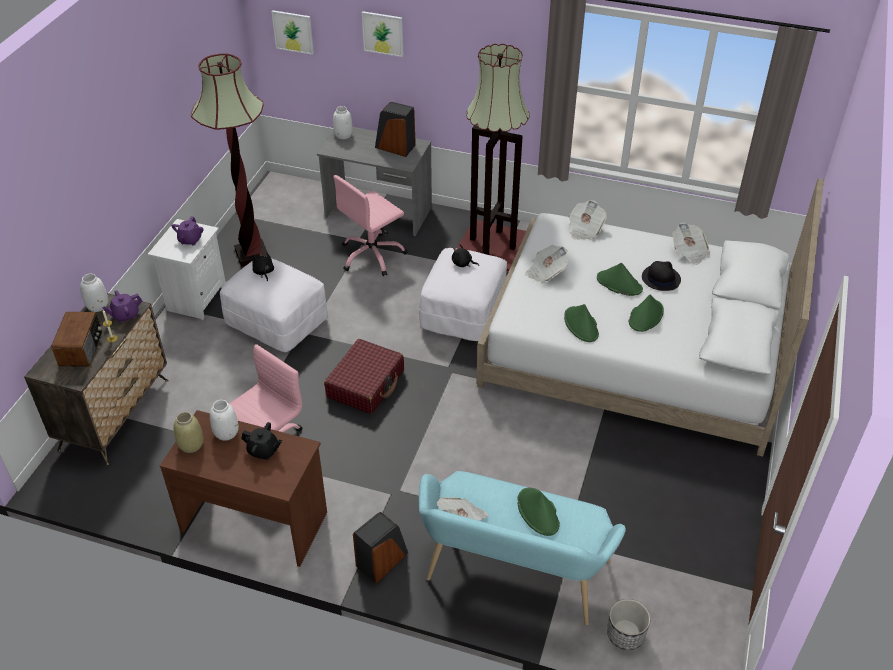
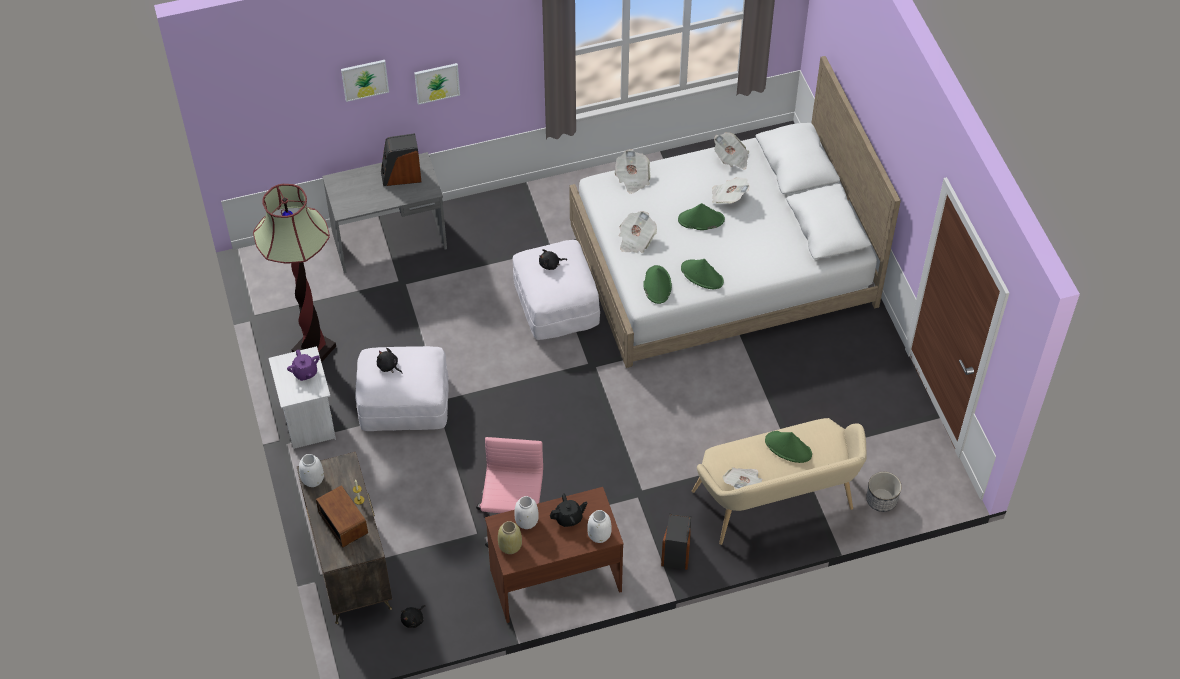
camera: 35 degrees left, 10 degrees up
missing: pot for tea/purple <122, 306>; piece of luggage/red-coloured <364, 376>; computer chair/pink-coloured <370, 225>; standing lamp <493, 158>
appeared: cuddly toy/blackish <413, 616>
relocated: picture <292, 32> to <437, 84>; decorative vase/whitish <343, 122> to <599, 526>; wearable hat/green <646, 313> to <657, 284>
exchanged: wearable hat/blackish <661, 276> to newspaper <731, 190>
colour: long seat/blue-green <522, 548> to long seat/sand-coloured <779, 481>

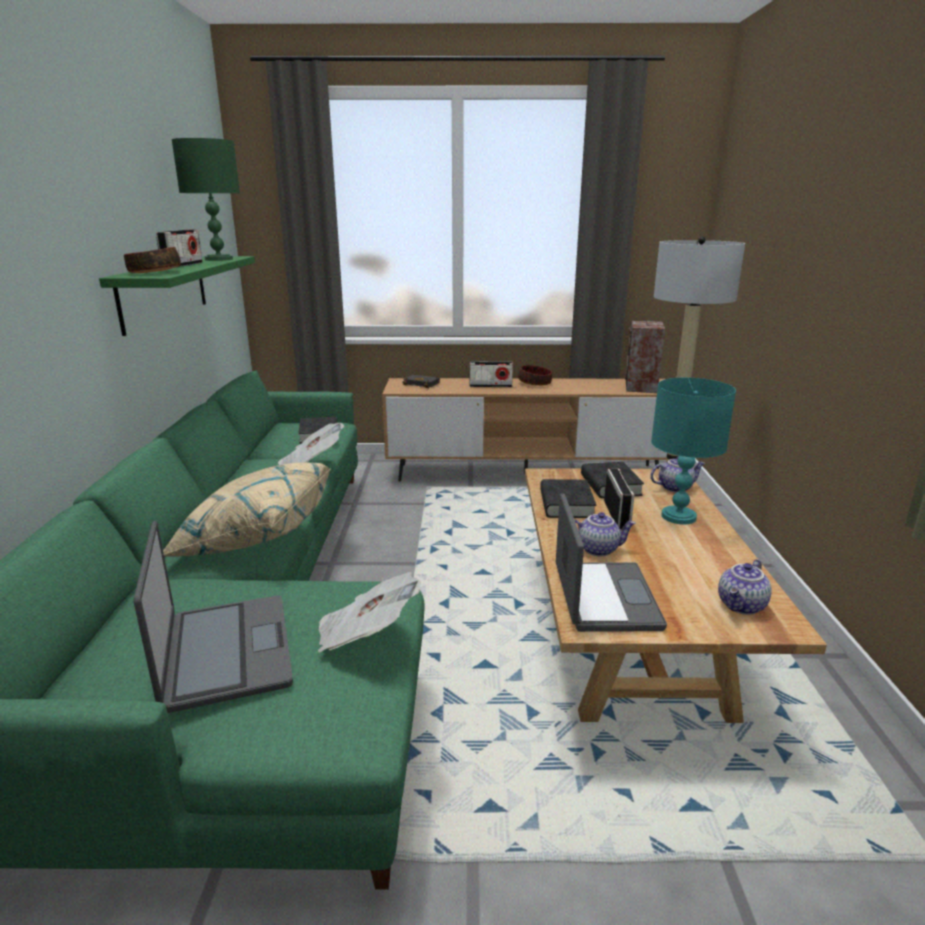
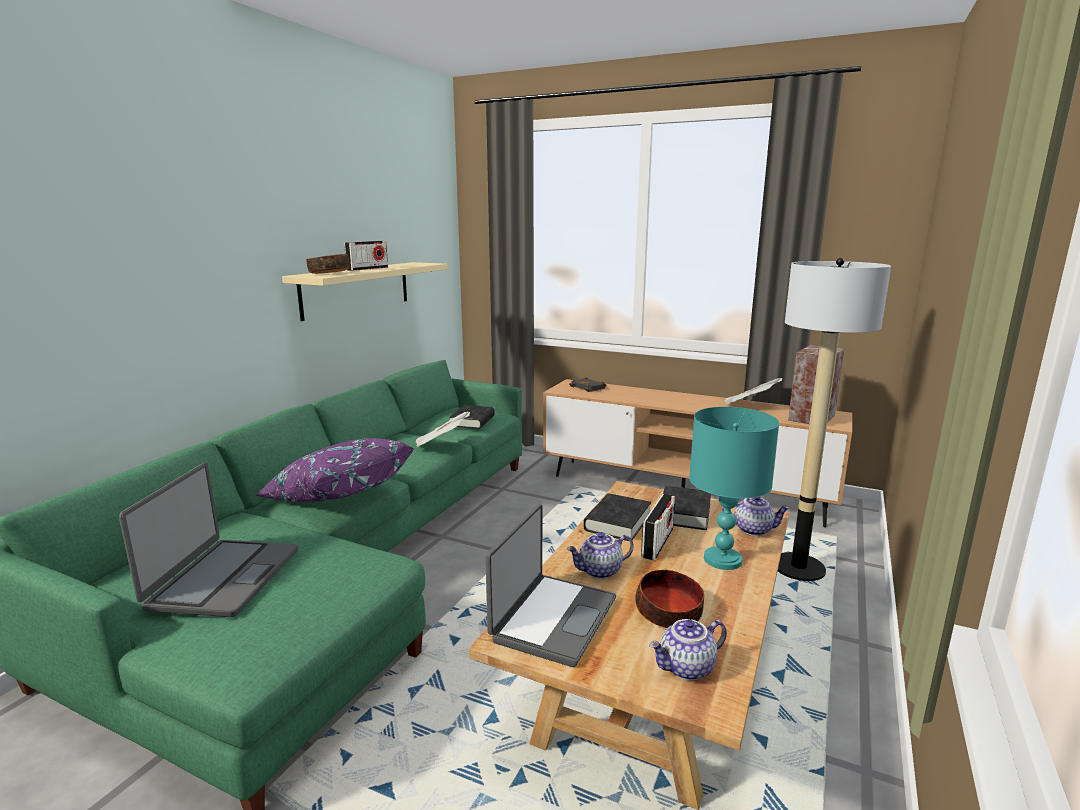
camera: 25 degrees right, 5 degrees down
missing: lamp for a table/green <206, 199>; radio set <491, 374>
relocated: deep dish <535, 375> to <669, 599>; newspaper <369, 612> to <753, 391>
colour: pillow/sand-coloured <247, 510> to pillow/purple <335, 470>; bracket shelf/green <177, 296> to bracket shelf/sand-coloured <365, 291>
spun: pot for tea <605, 534> = <600, 555> 135 degrees clockwise

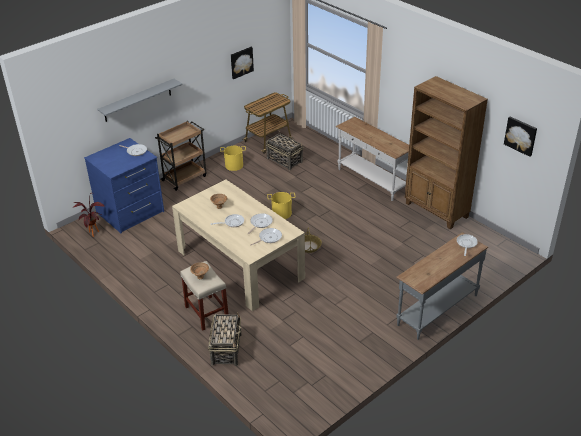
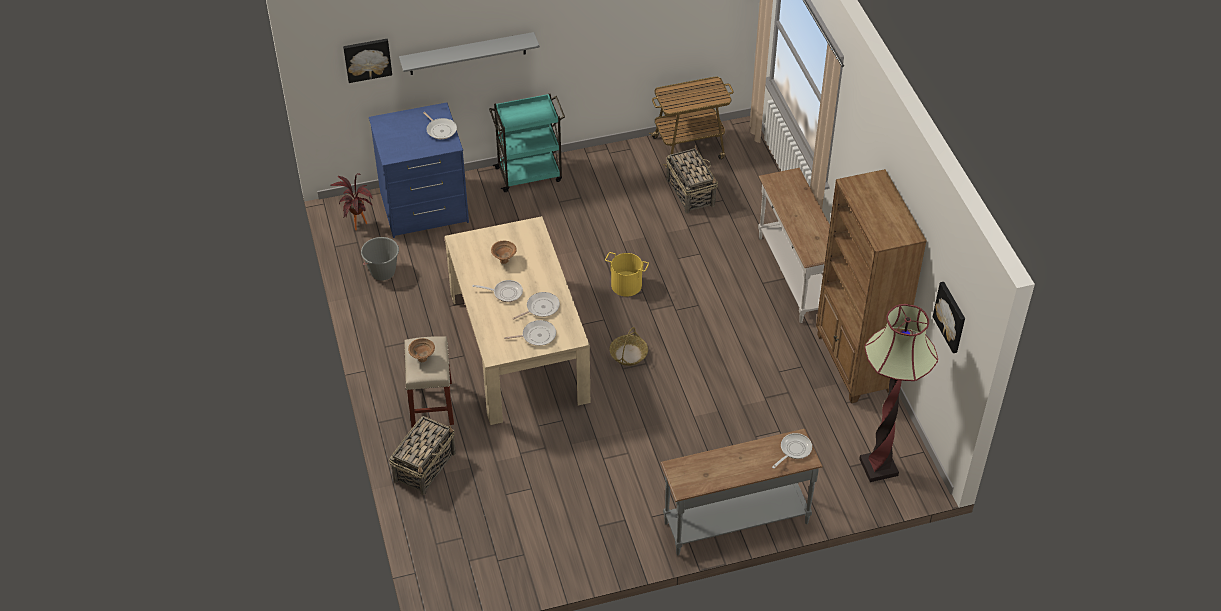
camera: 25 degrees right, 10 degrees up
missing: bucket/yellow-coloured <233, 158>
appeared: bucket/greyish <380, 258>; standing lamp <898, 393>
relocated: picture <242, 63> to <367, 61>
colour: cart/brownish <181, 156> to cart/blue-green <527, 143>

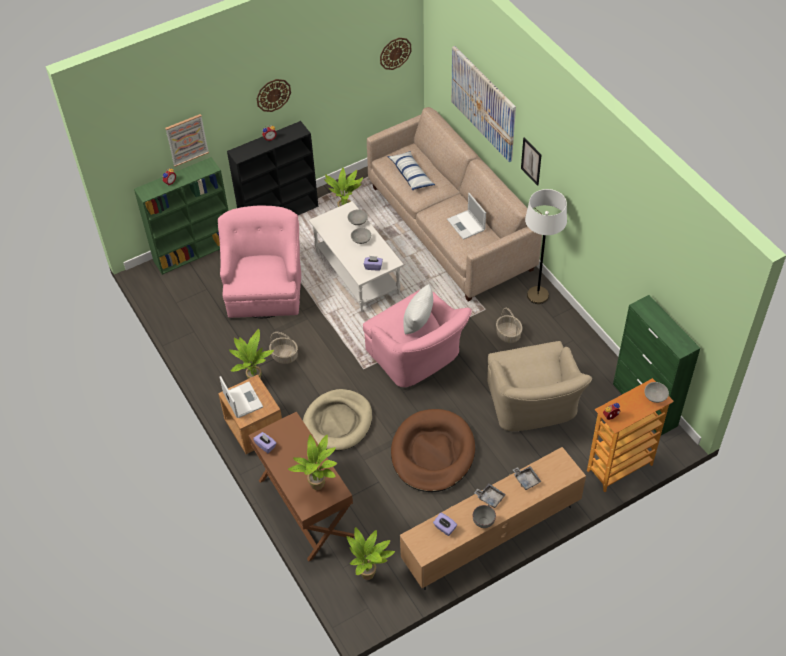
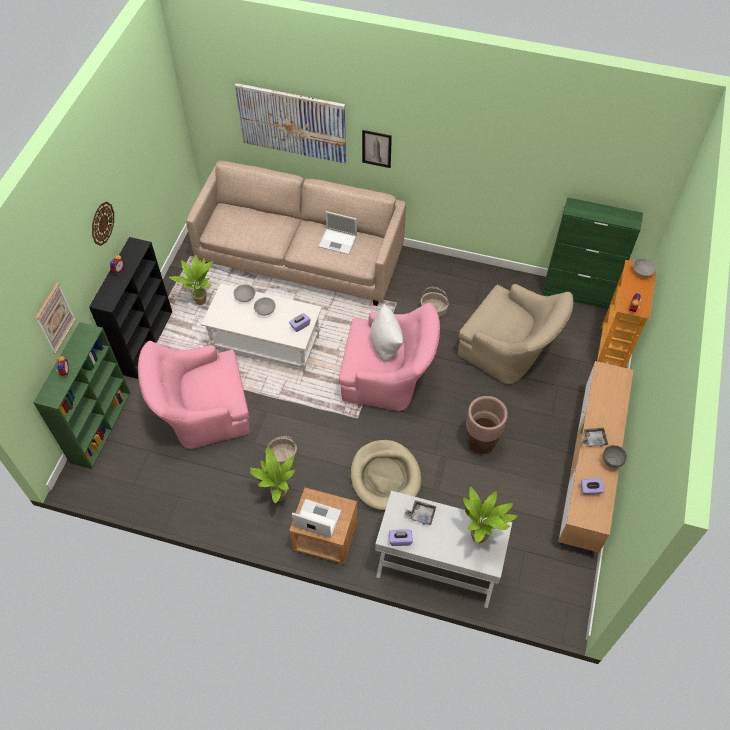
camera: 45 degrees left, 5 degrees up
missing: houseplant <371, 553>; hanging clock <395, 54>; pillow <411, 170>; standing lamp/whitish <546, 246>
relocated: serving tray/greyish <527, 478> to <420, 512>
exchanged: dog cushion/brownish <433, 450> to flower pot/brownish <487, 425>
colour: hall table/brownish <301, 486> to hall table/whitish <443, 549>
spun: armchair/pink-coloured <259, 262> = <194, 395> 60 degrees counterclockwise

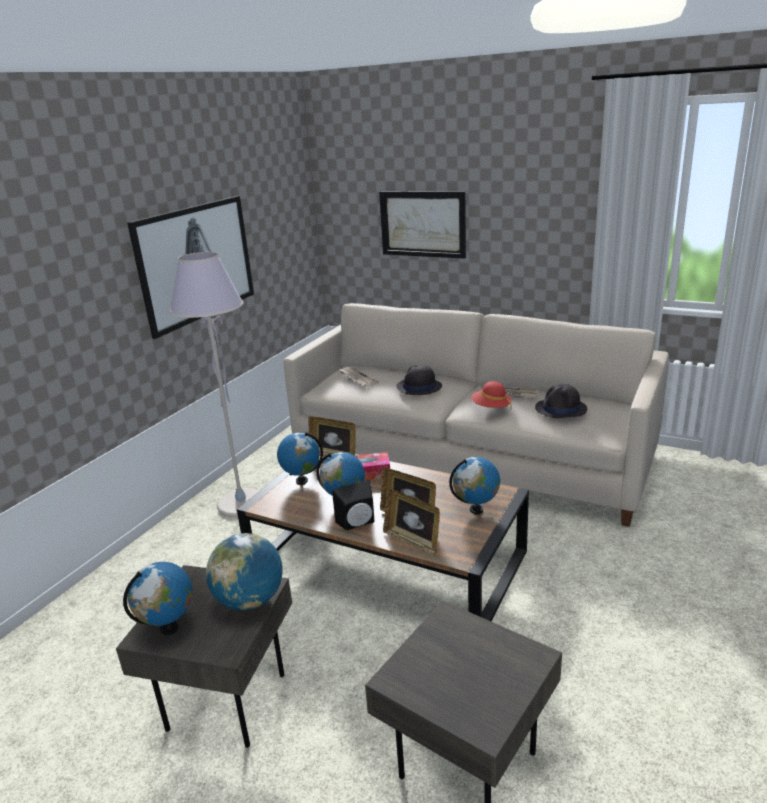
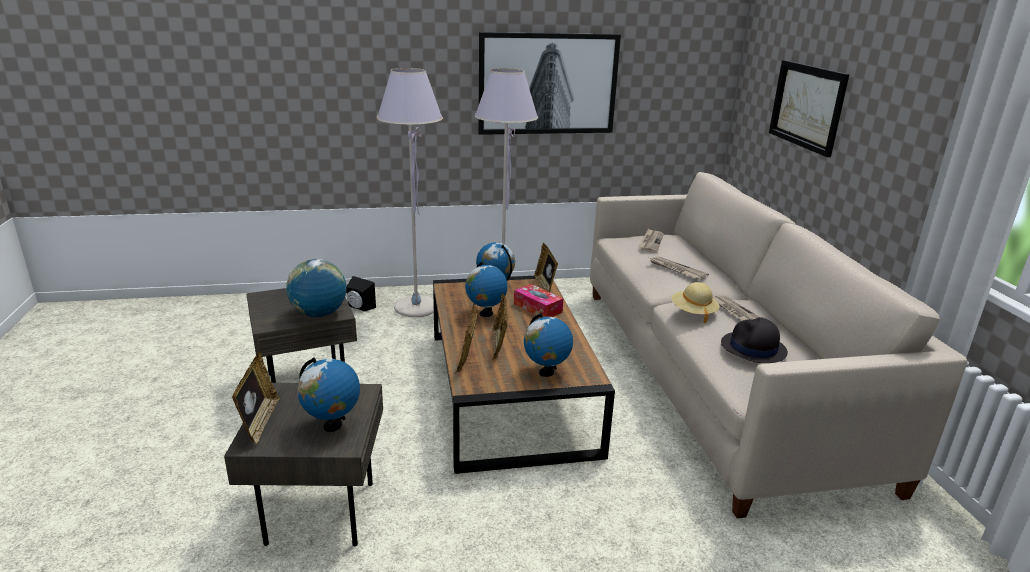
camera: 50 degrees right, 0 degrees up
appeared: picture frame <256, 398>; standing lamp/greyish <410, 192>
relocated: desk globe <158, 598> to <328, 394>; audio speaker/blackish <353, 505> to <361, 294>
exchanged: wearable hat/blackish <419, 380> to newspaper <679, 268>
colour: wearable hat/red-coloured <491, 395> to wearable hat/sand-coloured <695, 302>

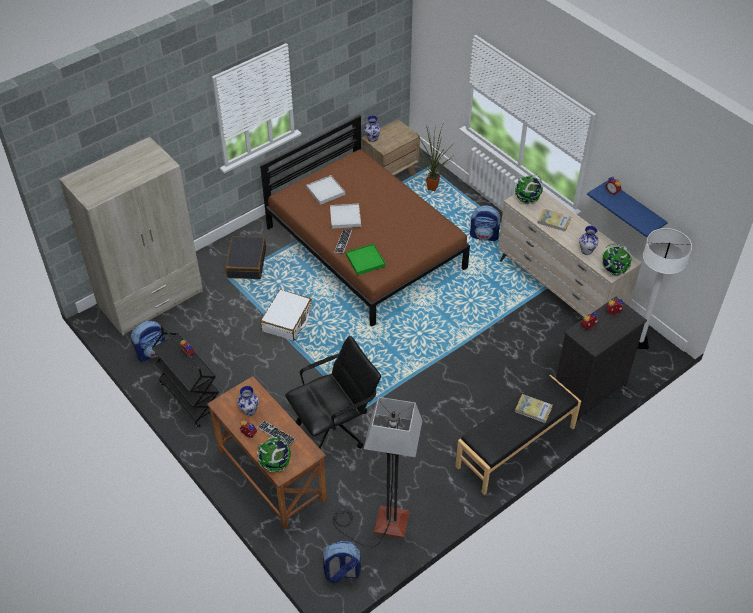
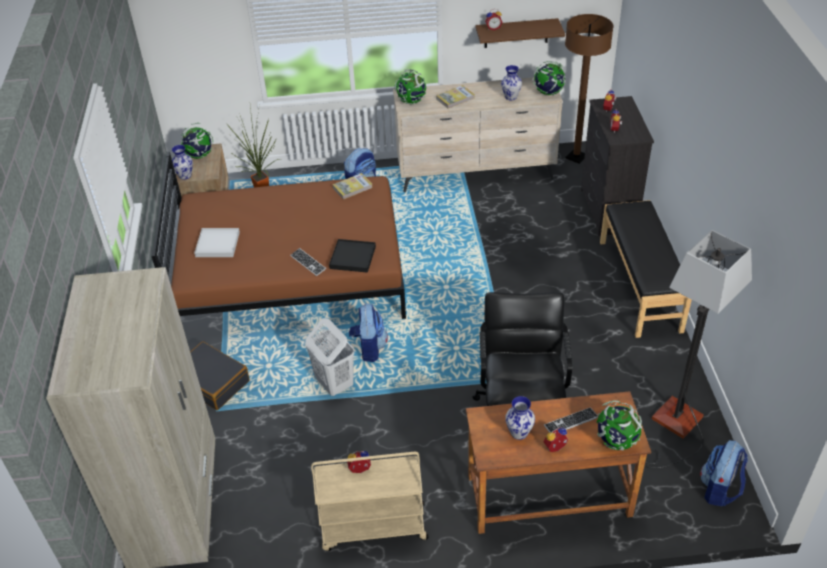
camera: 55 degrees left, 5 degrees down
missing: serving tray/whitish <345, 216>
appeared: desk globe <197, 141>
relocated: bound book <534, 408> to <353, 186>; rucksack <148, 341> to <368, 333>
exchanged: piece of luggage/whitish <286, 315> to washing basket/whitish <330, 357>
colour: cart/blackish <185, 376> to cart/sand-coloured <369, 501>; serving tray/green <366, 259> to serving tray/blackish <352, 256>; bracket shelf/blue <627, 208> to bracket shelf/brownish <520, 33>; standing lamp/whitish <664, 288> to standing lamp/brownish <589, 89>

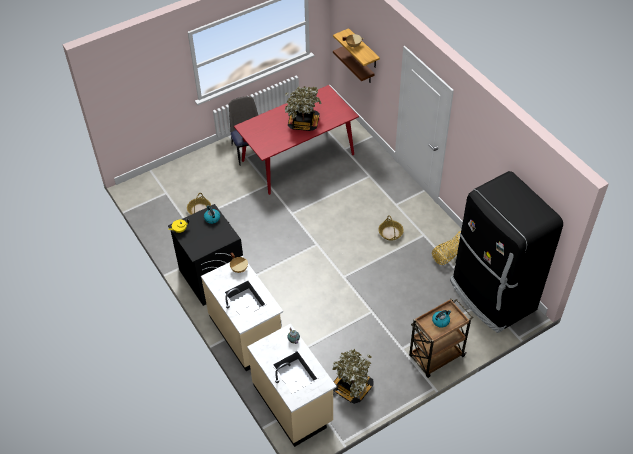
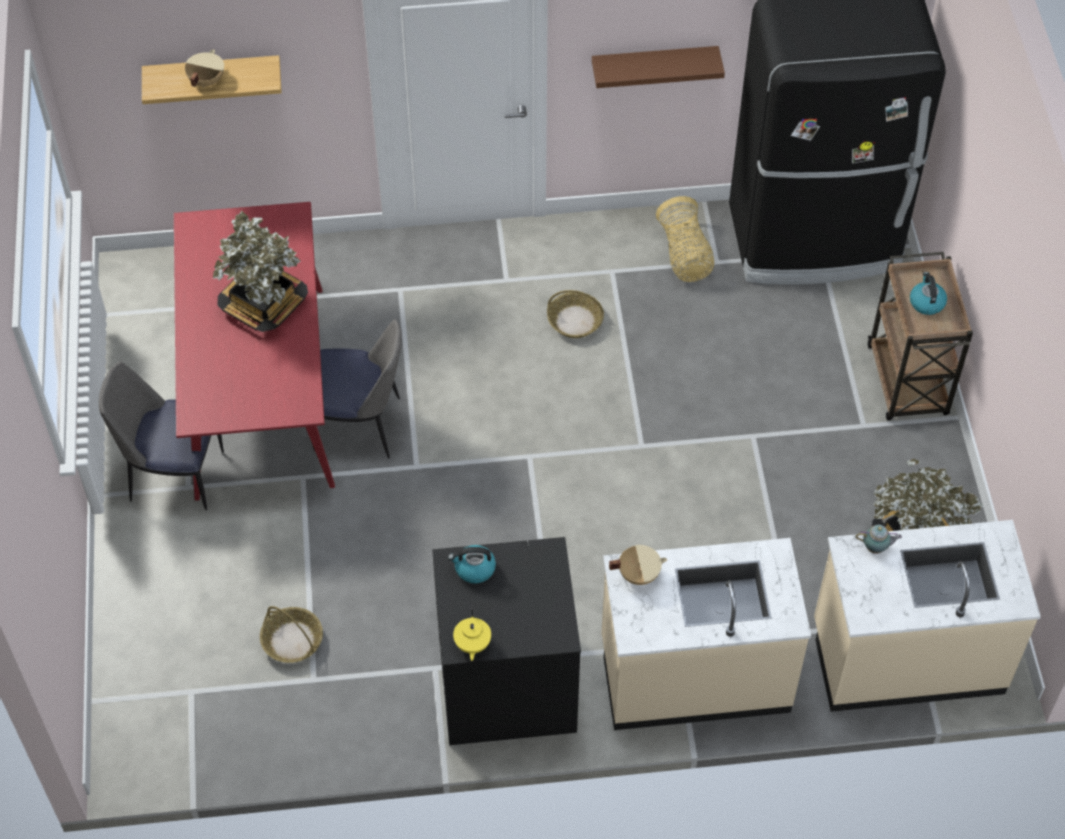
camera: 65 degrees left, 5 degrees up
appeared: chair <357, 388>
relocated: bracket shelf/brownish <354, 65> to <658, 67>

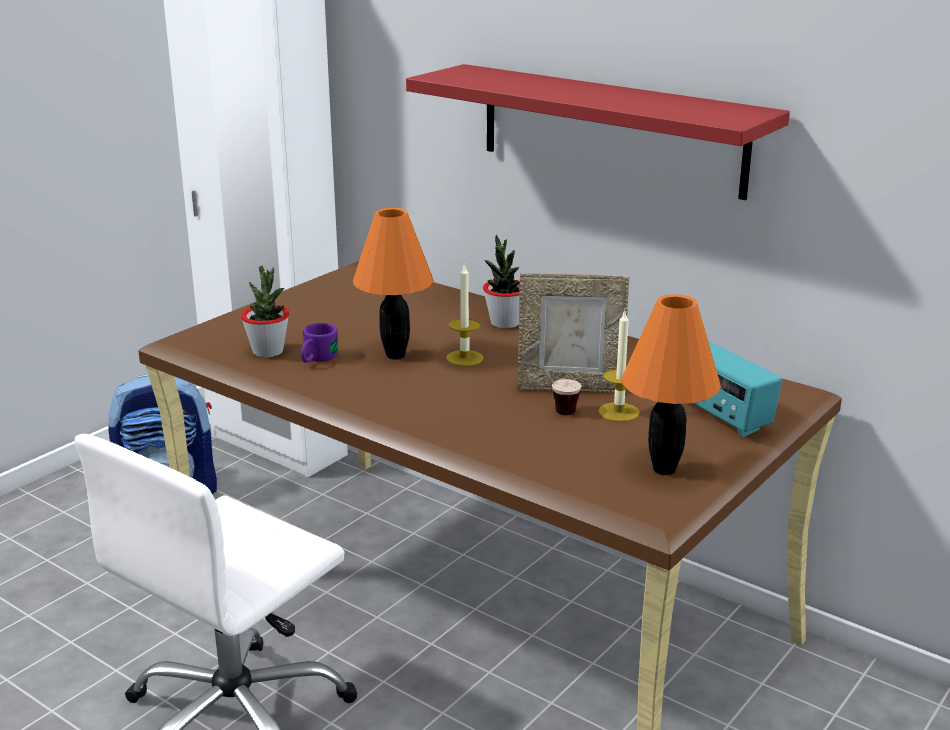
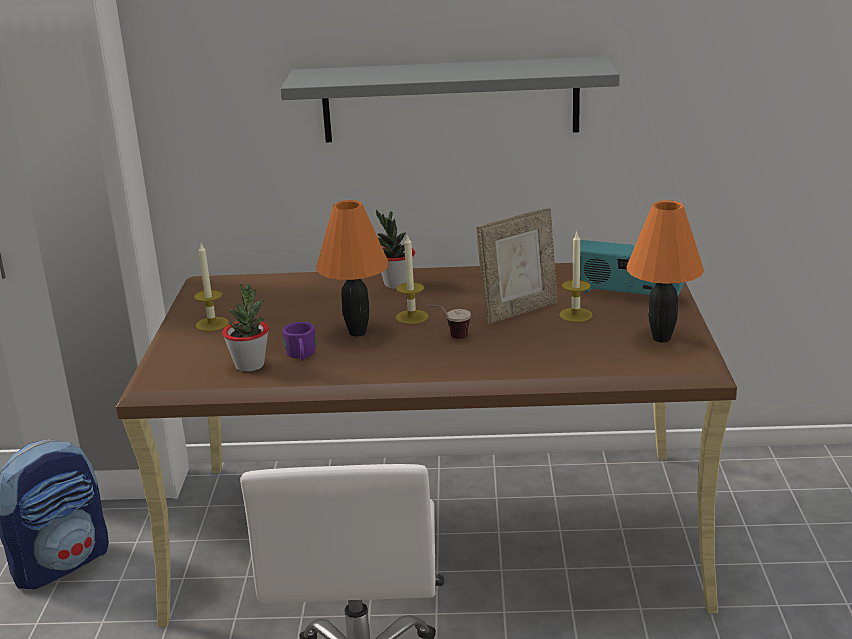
camera: 35 degrees left, 0 degrees up
appeared: wax light <211, 287>
relocated: drinking cup <554, 389> to <449, 322>
colour: bracket shelf/red-coloured <598, 132> to bracket shelf/greyish <450, 99>

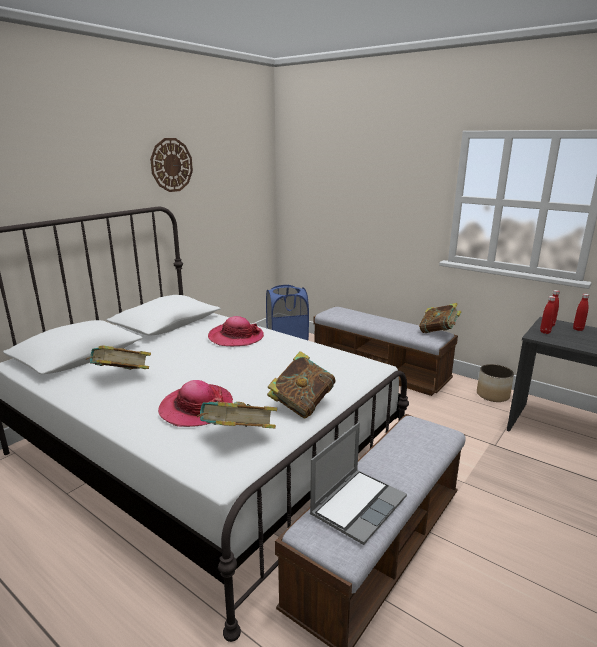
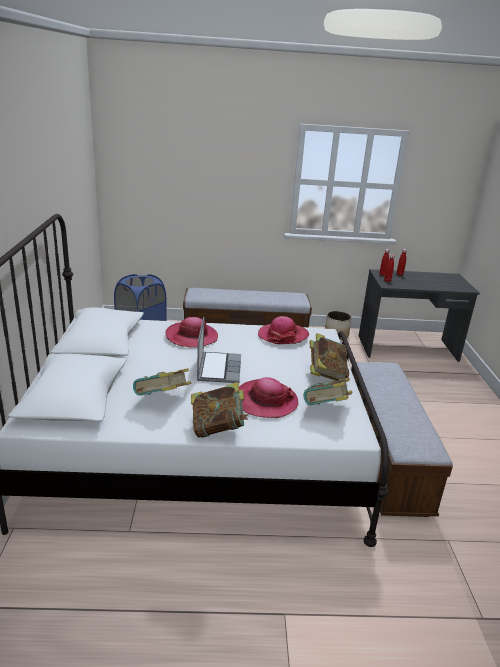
camera: 40 degrees left, 5 degrees up
missing: hanging clock <171, 165>
appeared: wearable hat <283, 330>
relocated: bound book <440, 318> to <220, 410>; portable computer <358, 483> to <219, 350>

